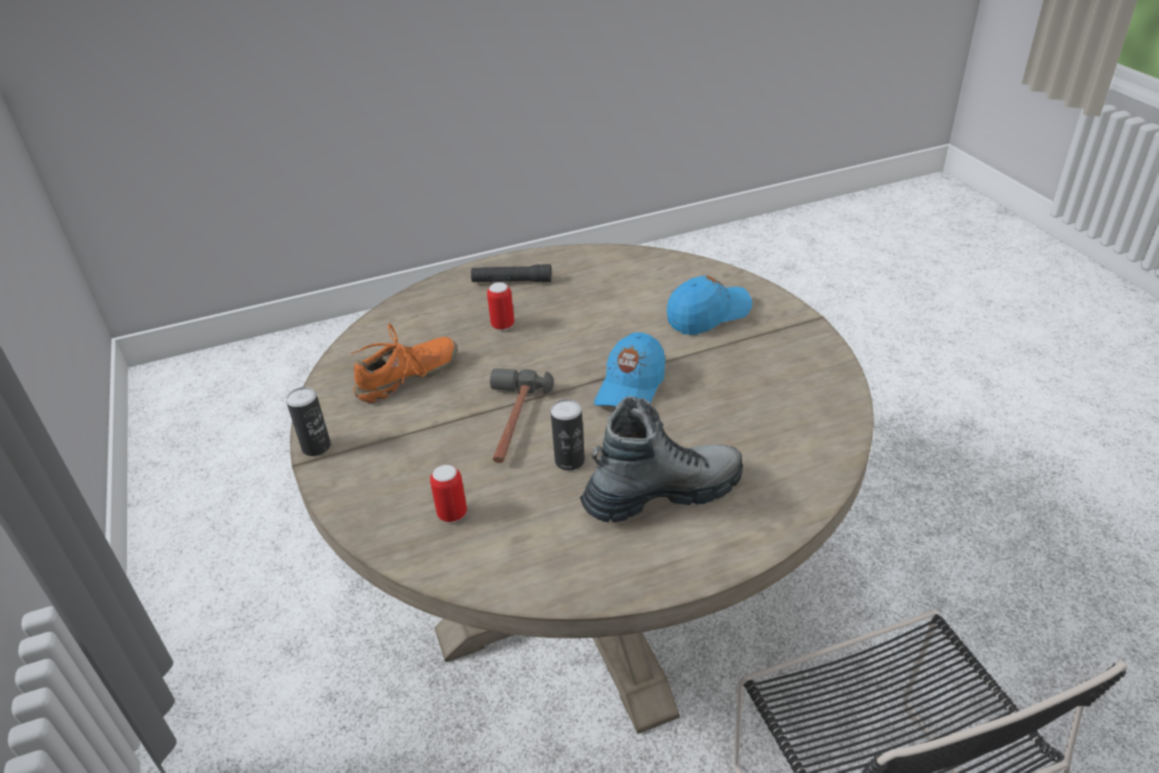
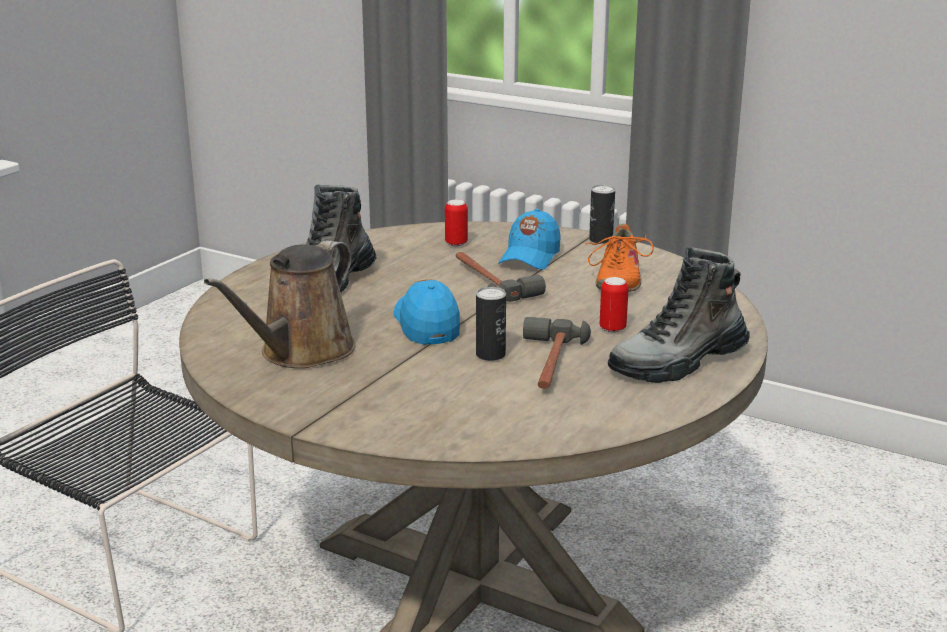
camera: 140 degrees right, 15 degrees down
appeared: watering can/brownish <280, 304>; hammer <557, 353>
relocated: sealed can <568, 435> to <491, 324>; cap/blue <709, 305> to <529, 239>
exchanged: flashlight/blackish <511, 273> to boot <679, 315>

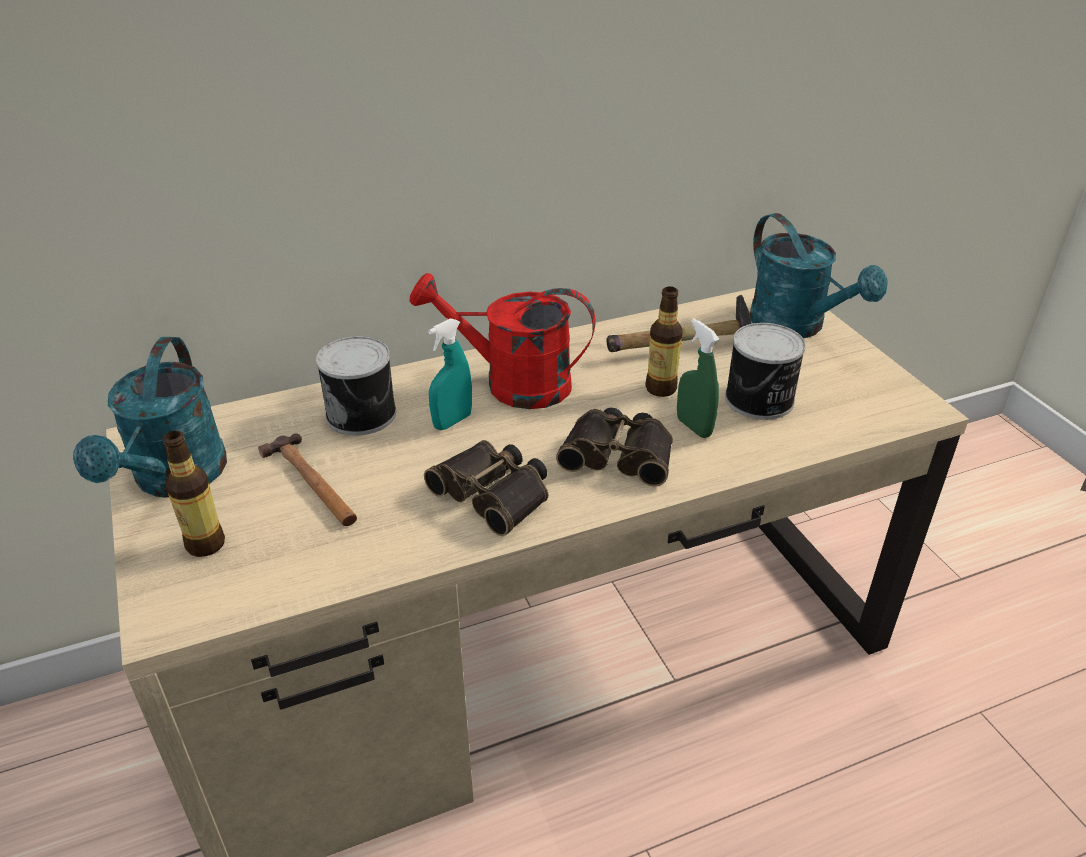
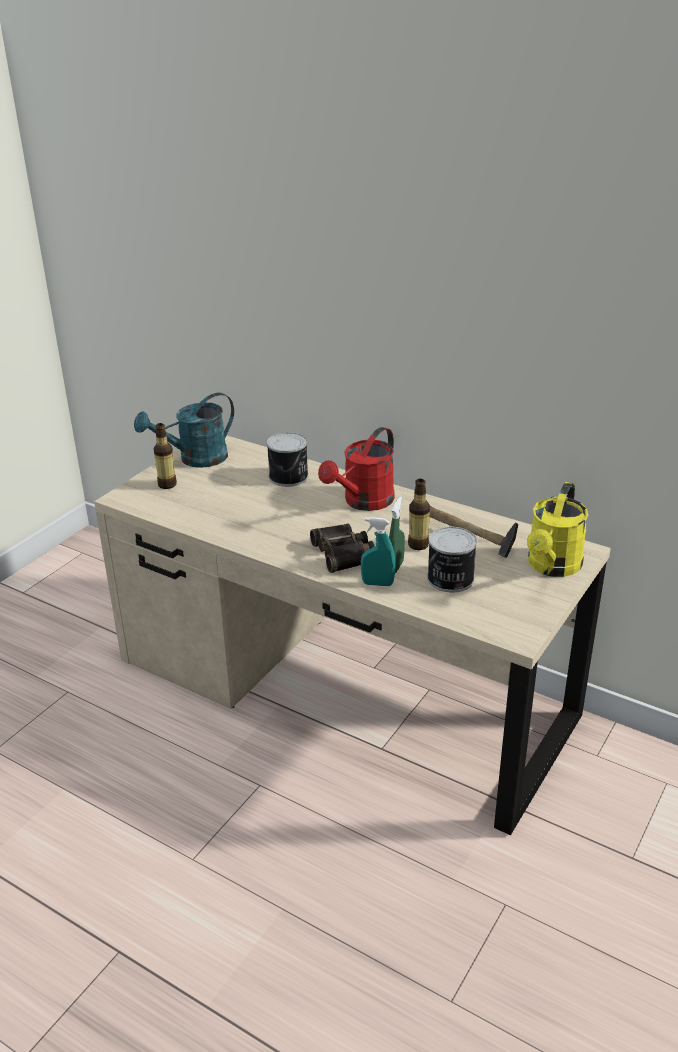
camera: 55 degrees right, 5 degrees down
missing: hammer <307, 479>; field glasses <486, 488>
relocated: sprayer/blue-green <450, 374> to <378, 551>
colour: watering can/blue-green <819, 275> to watering can/yellow-coloured <557, 529>
spun: watering can/red-coloured <502, 341> = <356, 469> 120 degrees counterclockwise

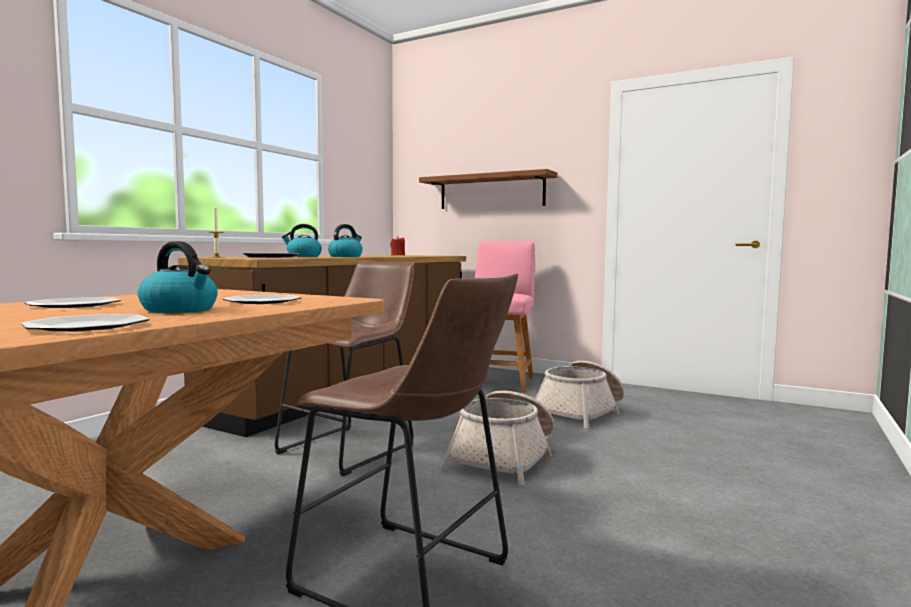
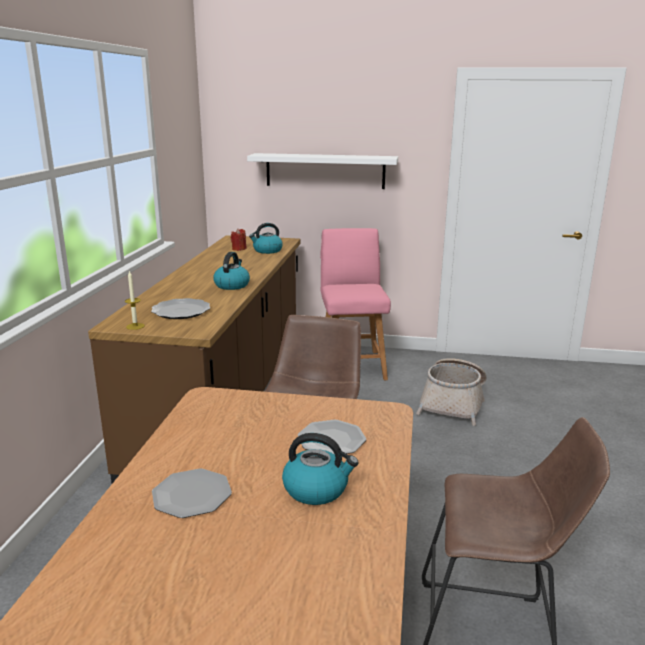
camera: 20 degrees left, 15 degrees up
missing: plate <85, 322>; basket <498, 438>
relocated: water kettle <302, 240> to <266, 238>
colour: bracket shelf/brownish <488, 189> to bracket shelf/whitish <322, 171>

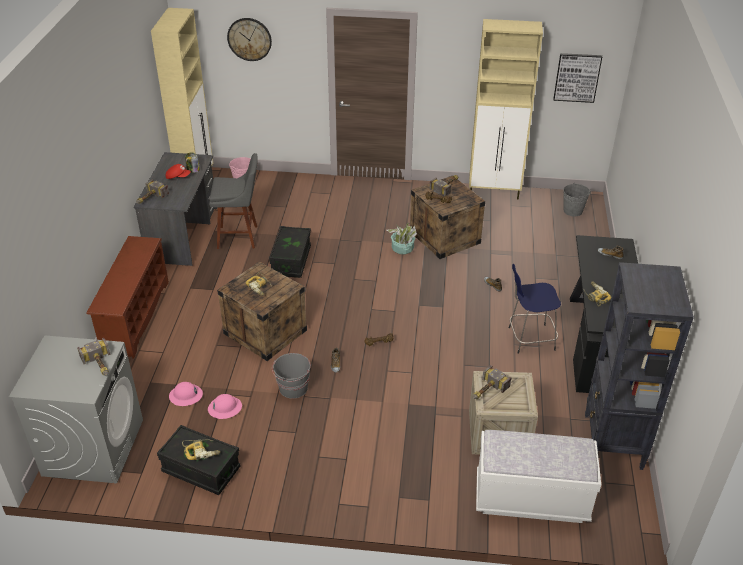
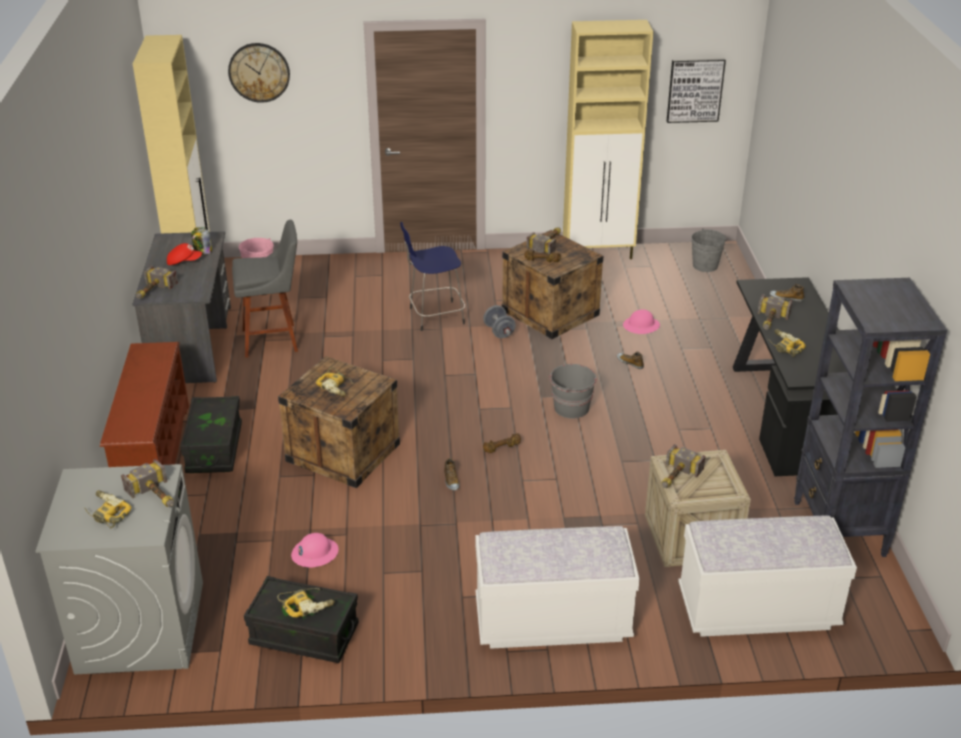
camera: 10 degrees left, 5 degrees down
appeared: electric drill <108, 509>; long seat/whitish <557, 587>; hammer <775, 312>
relocated: storage box/blackish <290, 252> to <211, 434>; sitting stool/blue <535, 309> to <432, 276>; bucket/greyish <291, 376> to <573, 391>; work helmet/pink-coloured <186, 394> to <641, 322>
exchanged: houseplant <402, 238> to hand weight/greyish <499, 321>

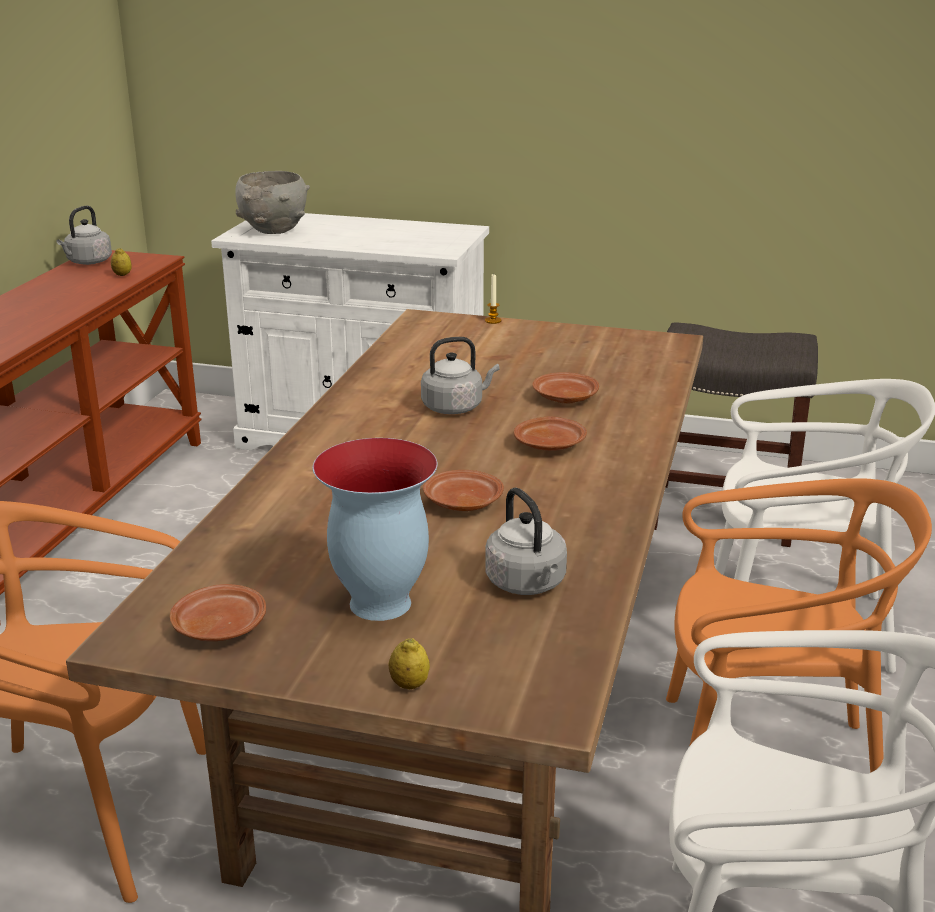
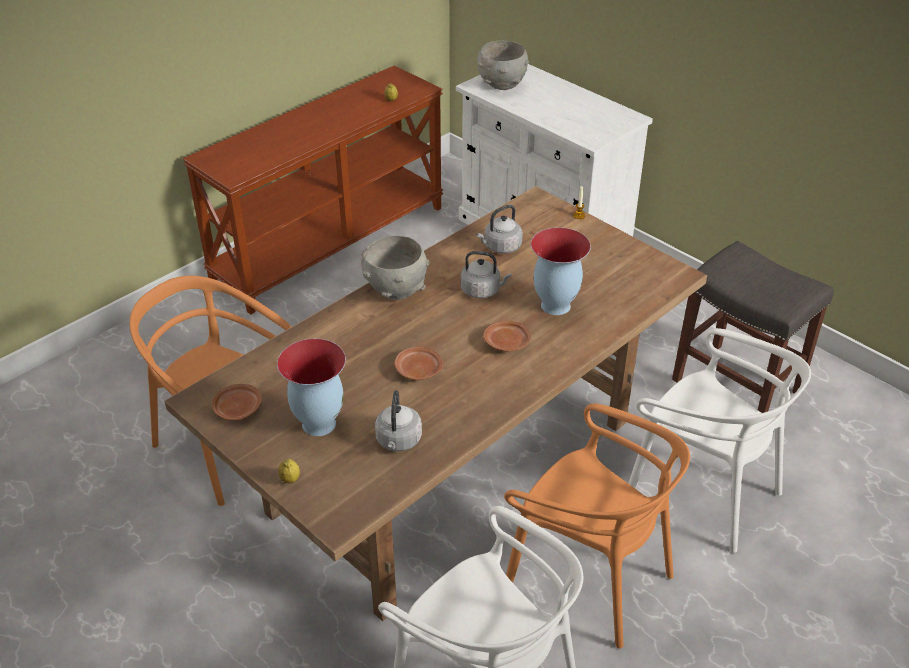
camera: 30 degrees right, 15 degrees up
appeared: deep dish/greyish <395, 268>
relocated: water kettle/greyish <84, 235> to <499, 229>
exchanged: plate/brownish <566, 387> to decorative vase <561, 271>

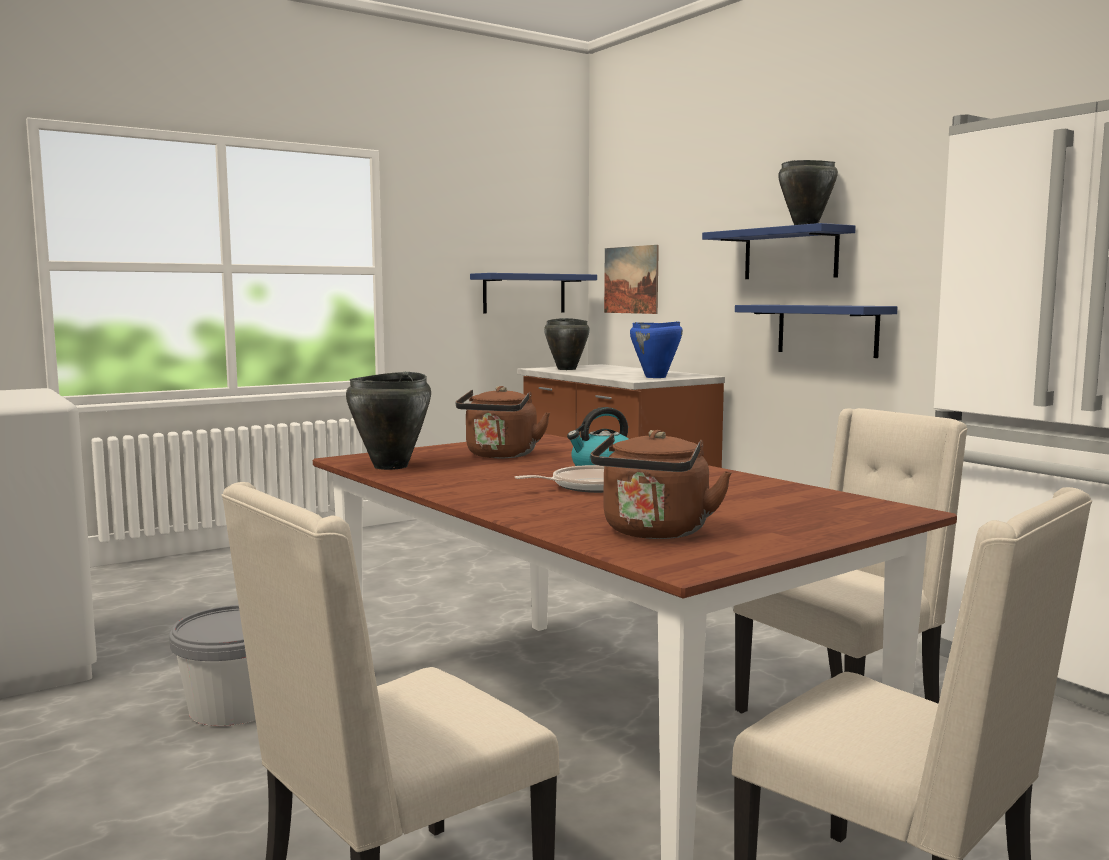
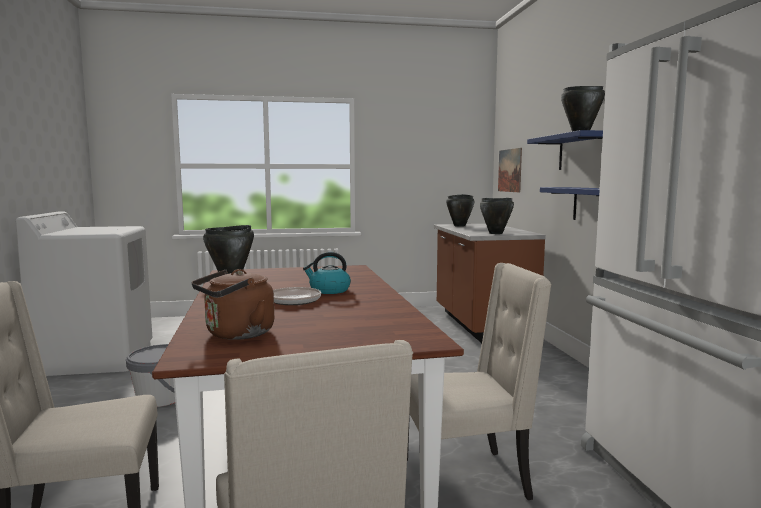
camera: 25 degrees right, 0 degrees up
missing: water kettle/brownish <503, 422>; bracket shelf/blue <533, 293>
colour: stockpot/blue <656, 349> to stockpot/blackish <497, 216>

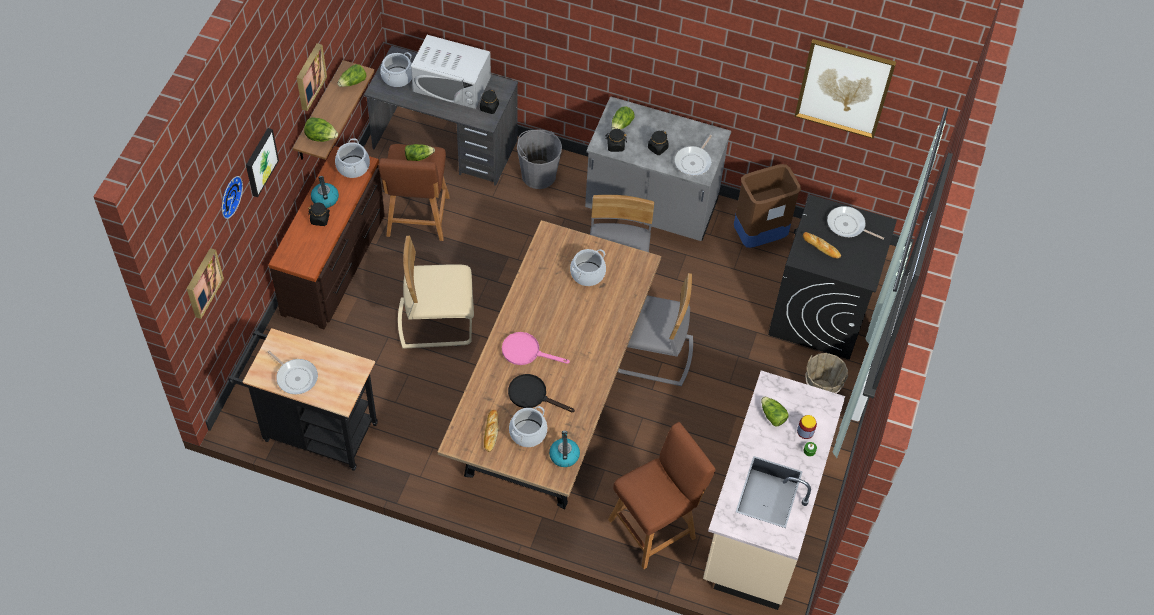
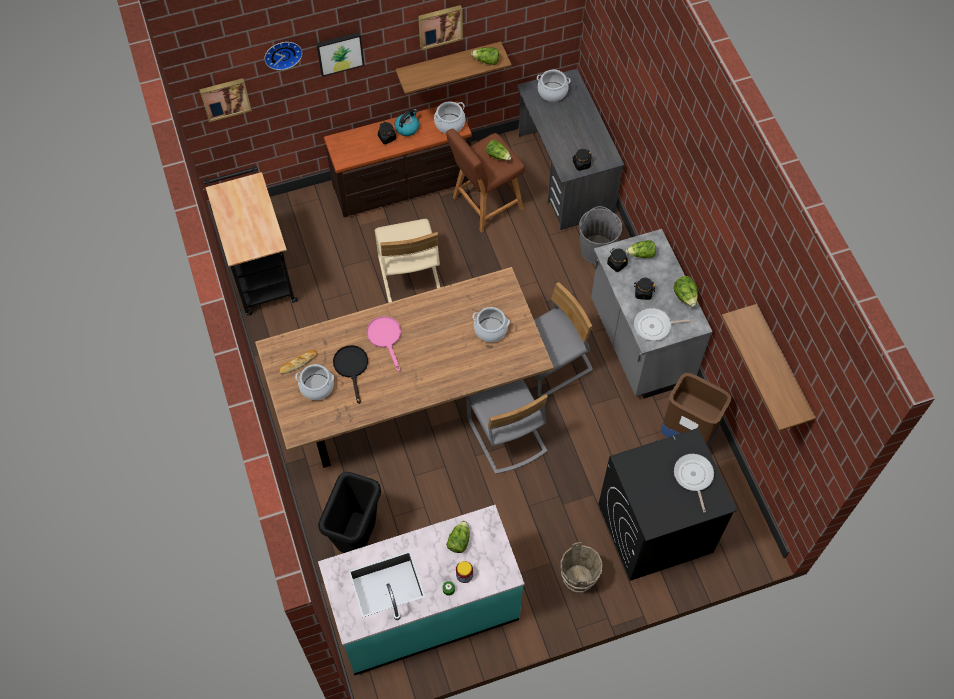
camera: 55 degrees right, 5 degrees up
missing: pan <293, 372>; microwave/whitish <451, 72>; water kettle <564, 448>; bakery bread <822, 245>
relocated: head of lettuce <321, 129> to <686, 291>
exchanged: sitting stool/brownish <662, 495> to rubbish bin/blackish <349, 512>; picture <845, 89> to bracket shelf <769, 367>
colour: counter/sand-coloured <774, 490> to counter/blue-green <421, 590>
spun: chair/sand-coloured <436, 292> = <407, 261> 150 degrees counterclockwise

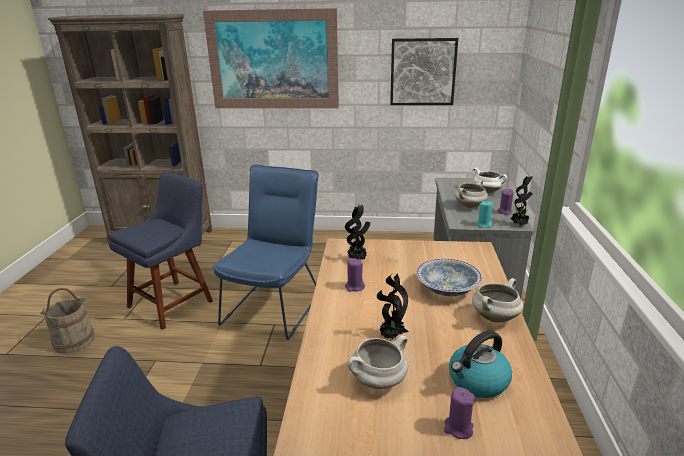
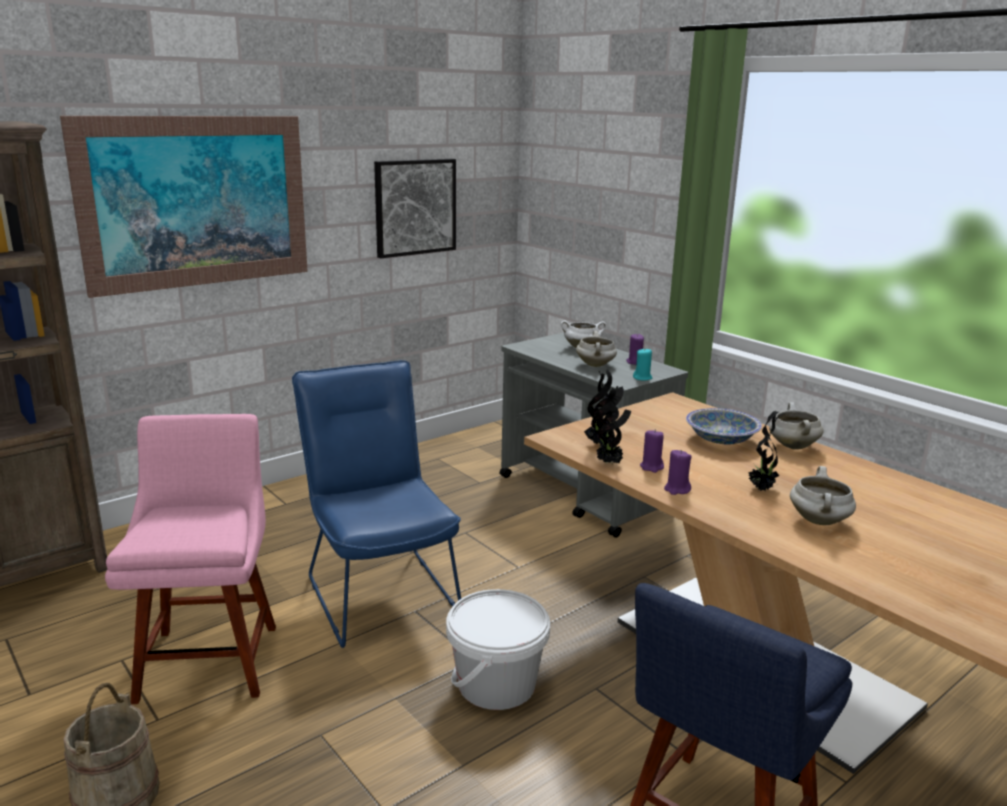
camera: 45 degrees left, 5 degrees down
missing: water kettle <480, 364>
appeared: bucket/whitish <498, 649>
relocated: houseplant <522, 201> to <613, 425>; wax light/purple <459, 413> to <677, 472>
colour: chair/blue <161, 250> to chair/pink-coloured <190, 559>

